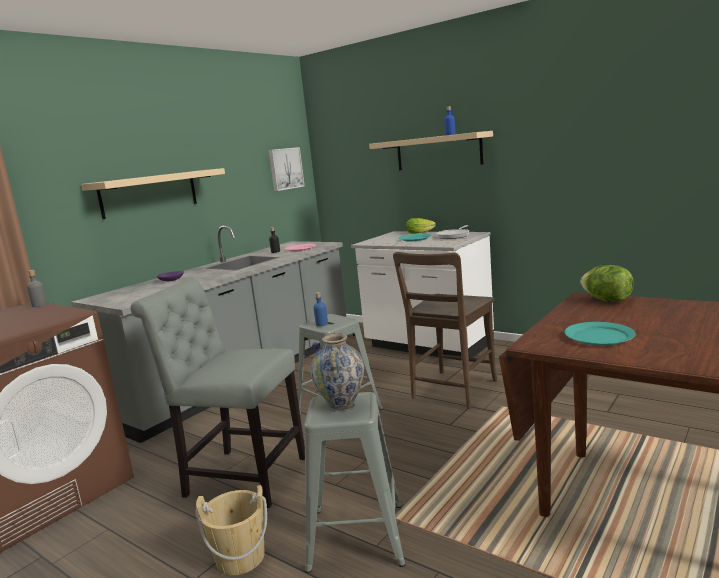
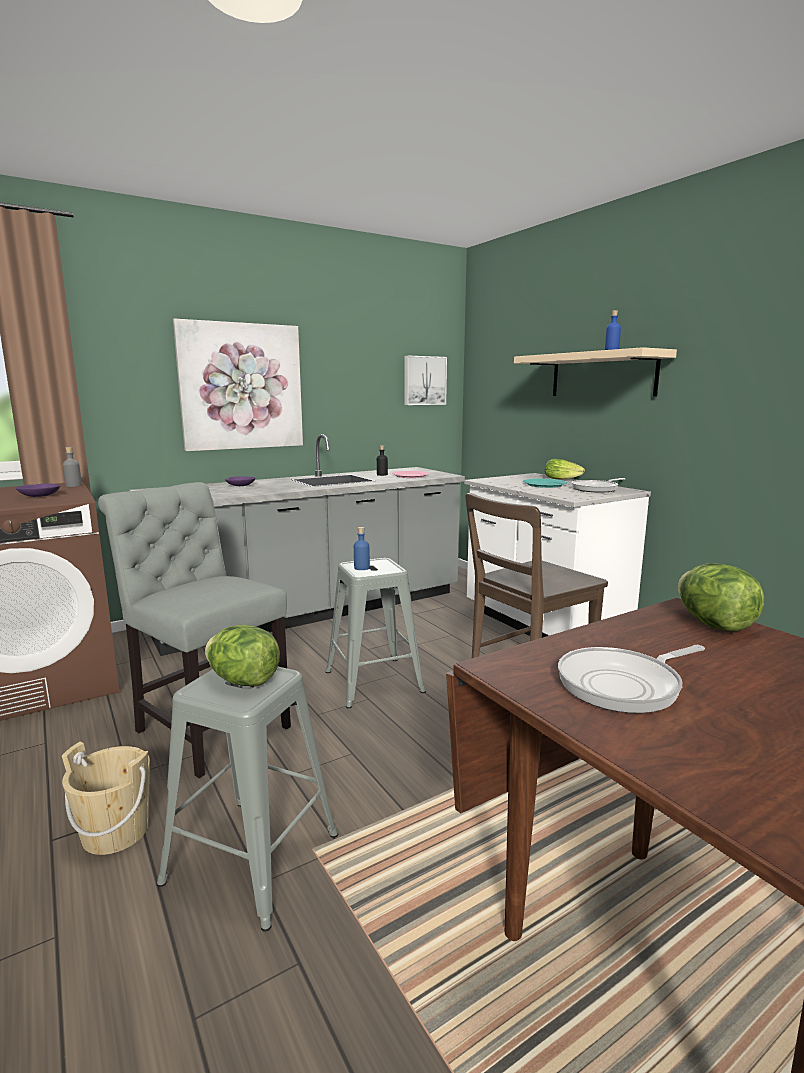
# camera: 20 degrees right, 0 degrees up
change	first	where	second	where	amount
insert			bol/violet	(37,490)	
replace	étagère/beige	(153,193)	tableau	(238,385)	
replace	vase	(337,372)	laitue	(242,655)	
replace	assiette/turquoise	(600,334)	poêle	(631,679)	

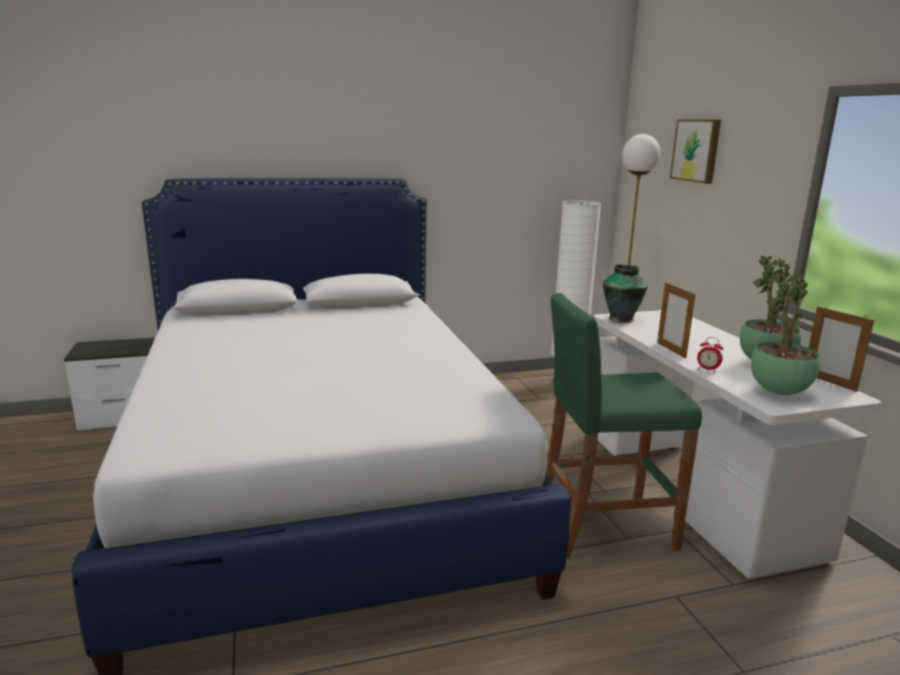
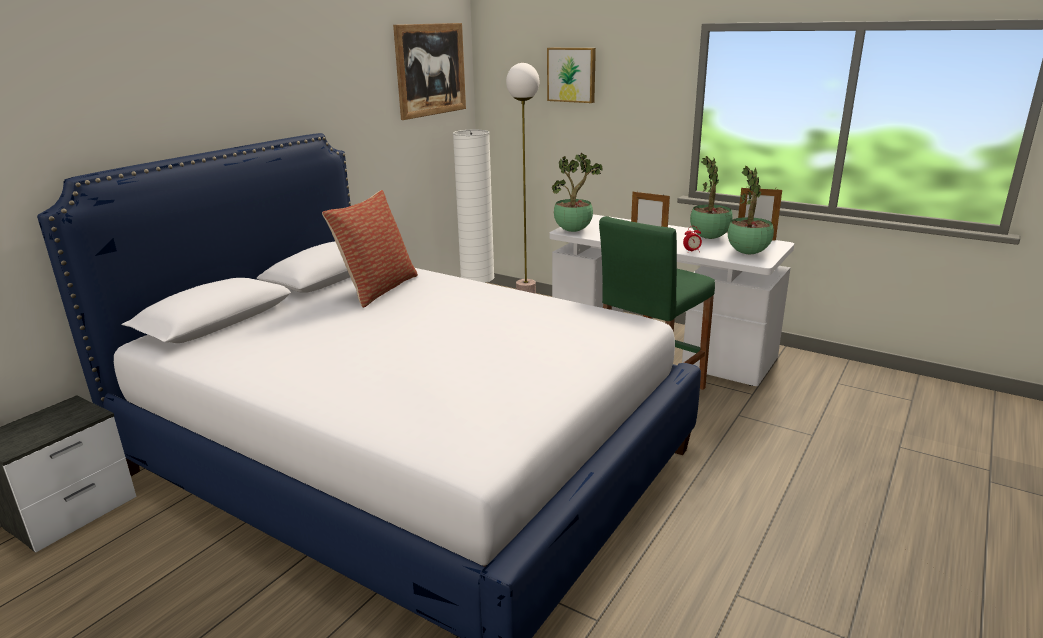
# camera: 40 degrees left, 5 degrees up
change	first	where	second	where	amount
insert			coussin	(370,249)	
insert			tableau	(429,71)	
replace	vase	(625,293)	plante en pot	(577,192)	

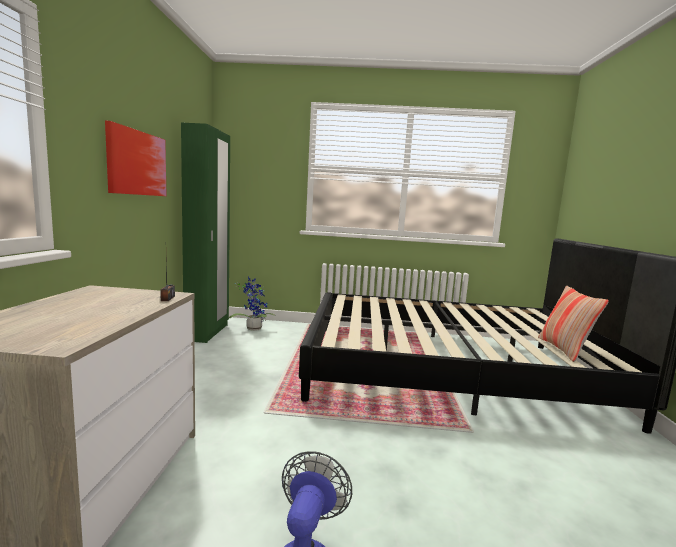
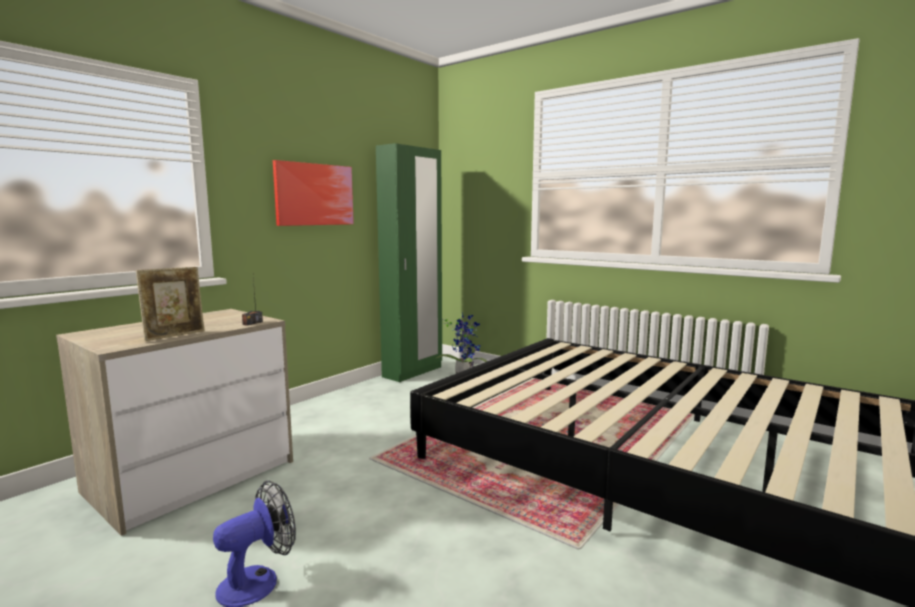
# camera: 35 degrees right, 0 degrees up
change	first	where	second	where	amount
insert			cadre photo	(170,304)	
delete	coussin	(573,324)			

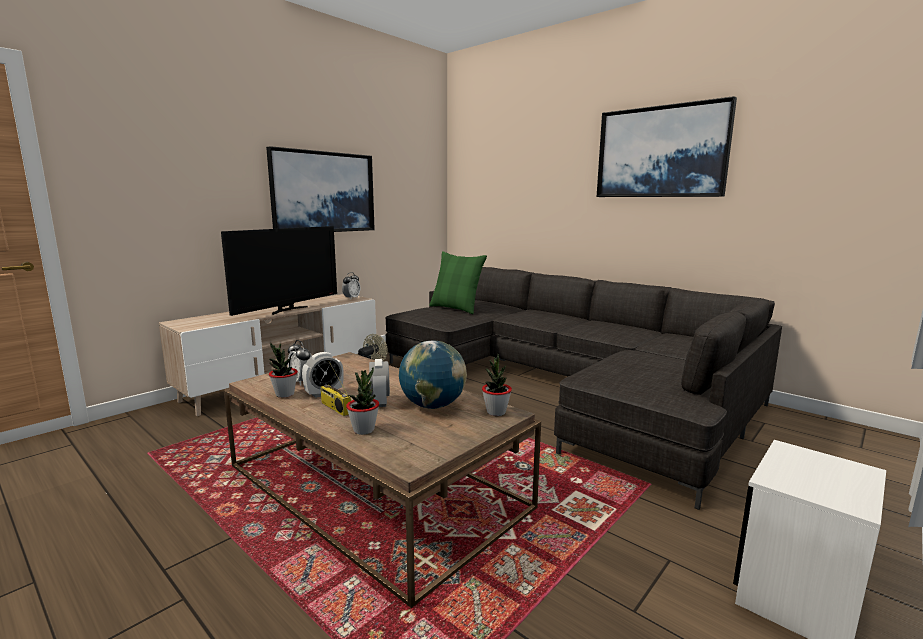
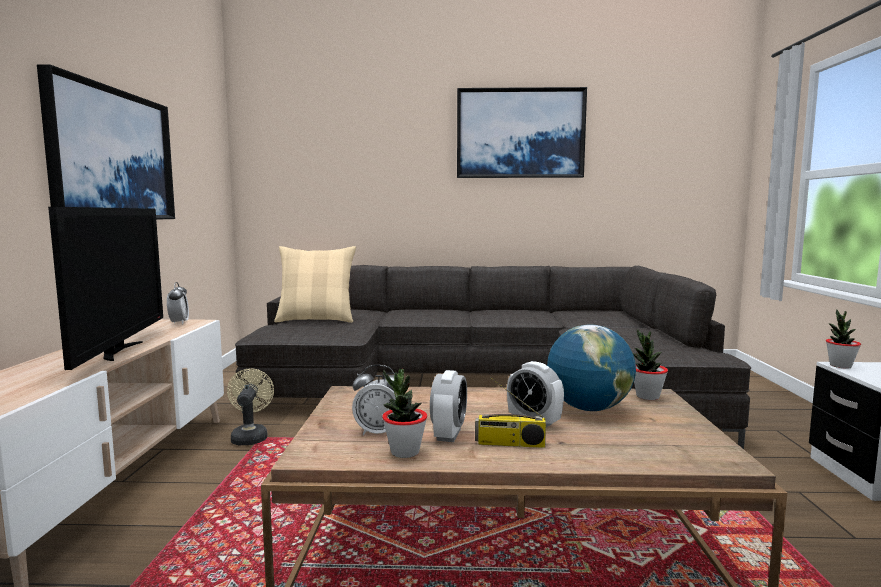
# camera: 40 degrees left, 5 degrees down
change	first	where	second	where	amount
recolor	coussin/vert	(458,282)	coussin/beige	(315,284)	
move	plante en pot	(362,401)		(843,339)	

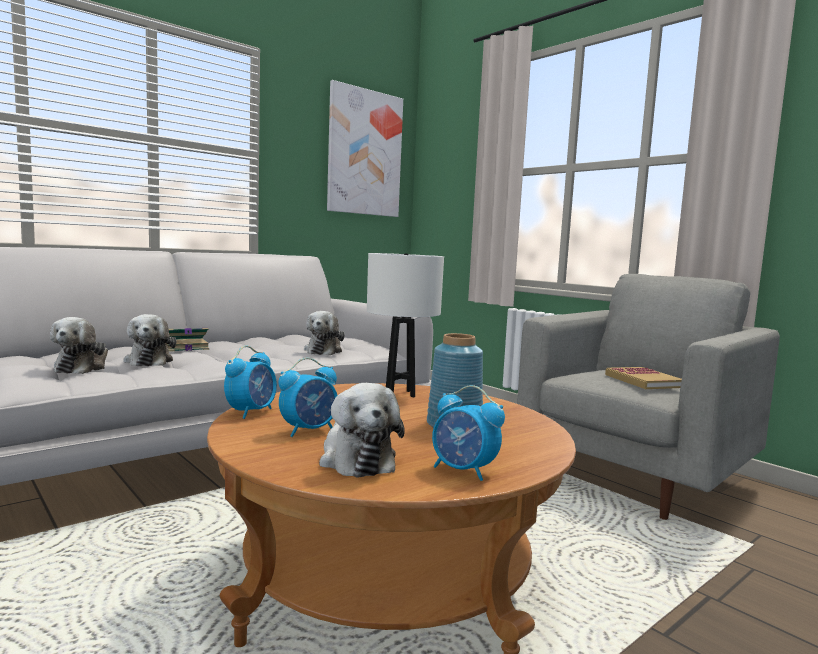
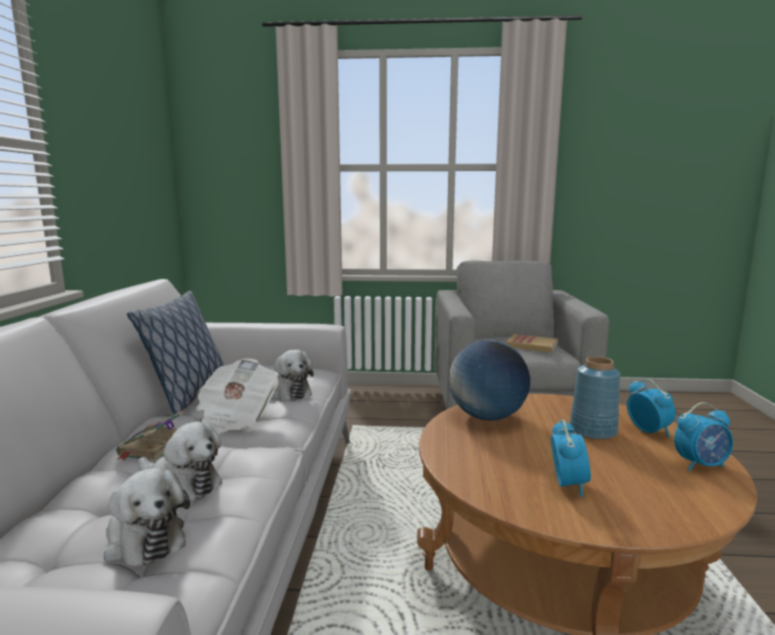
# camera: 45 degrees left, 5 degrees up
change	first	where	second	where	amount
insert			coussin	(175,353)	
insert			journal	(237,396)	
replace	lampe de table/blanc	(405,325)	globe	(489,380)	
move	réveil	(250,382)		(651,408)	
delete	peluche	(361,430)			
delete	tableau	(365,148)			

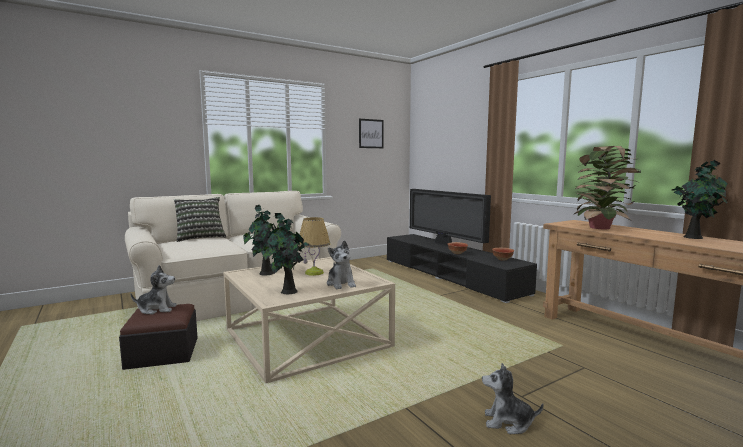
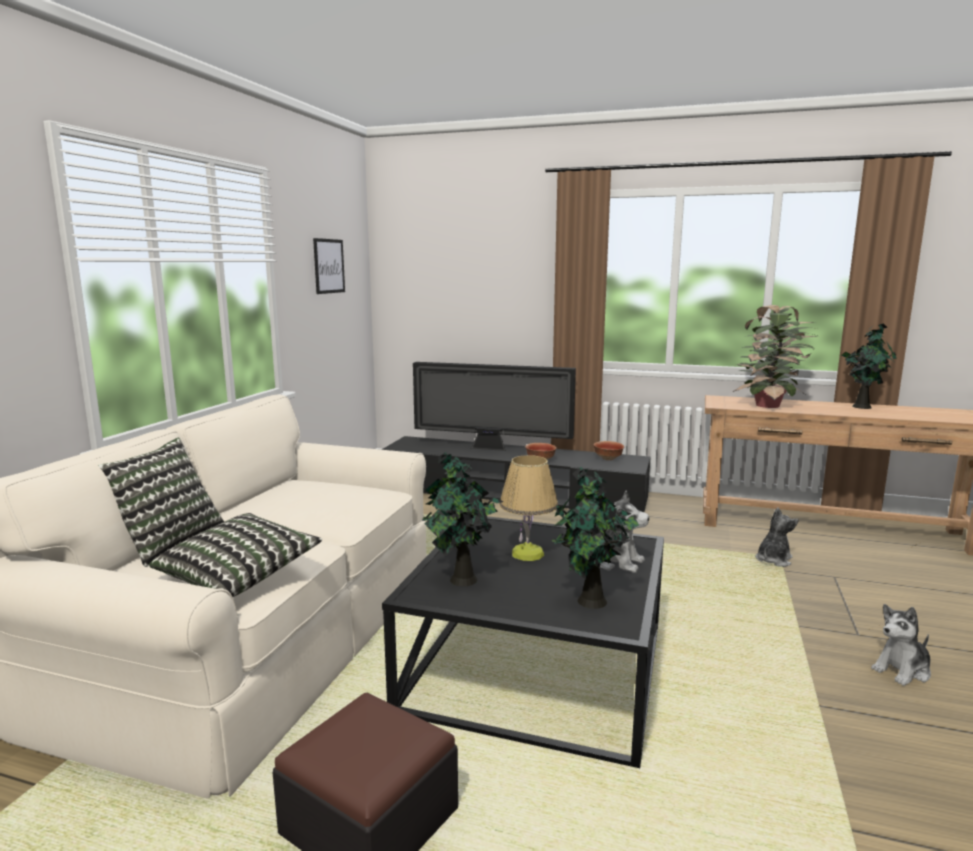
# camera: 40 degrees left, 5 degrees up
change	first	where	second	where	amount
insert			coussin	(235,555)	
recolor	table basse/beige	(309,320)	table basse/noir	(523,642)	
move	peluche	(154,290)		(777,537)	

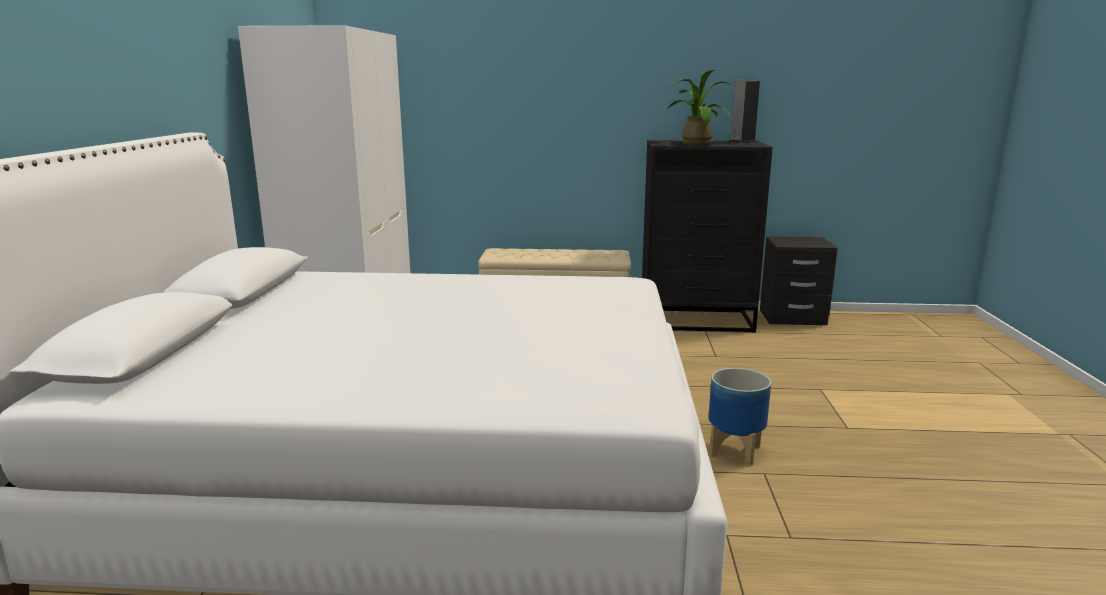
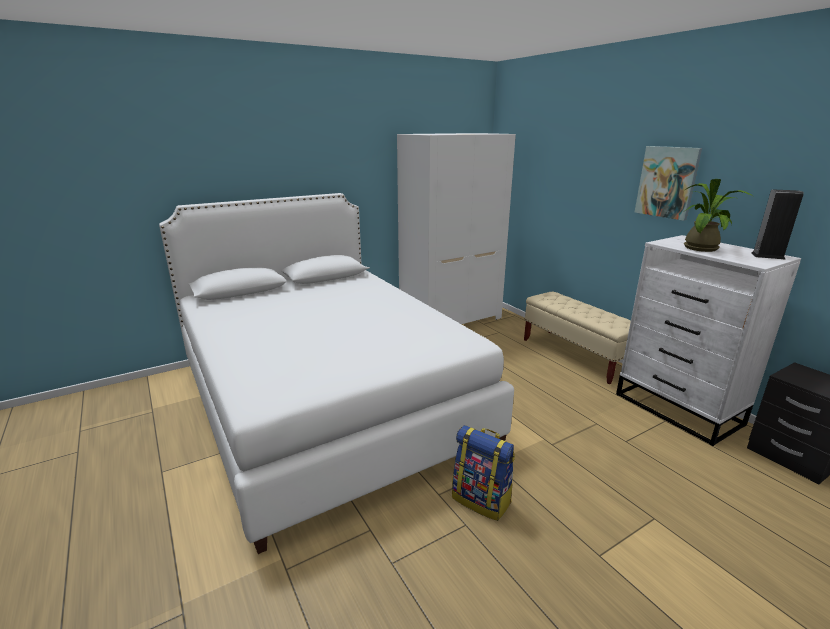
# camera: 55 degrees right, 5 degrees up
change	first	where	second	where	amount
replace	cache-pot	(740,417)	sac à dos	(483,473)	
recolor	commode/noir	(707,236)	commode/blanc	(708,340)	
insert			tableau	(668,183)	

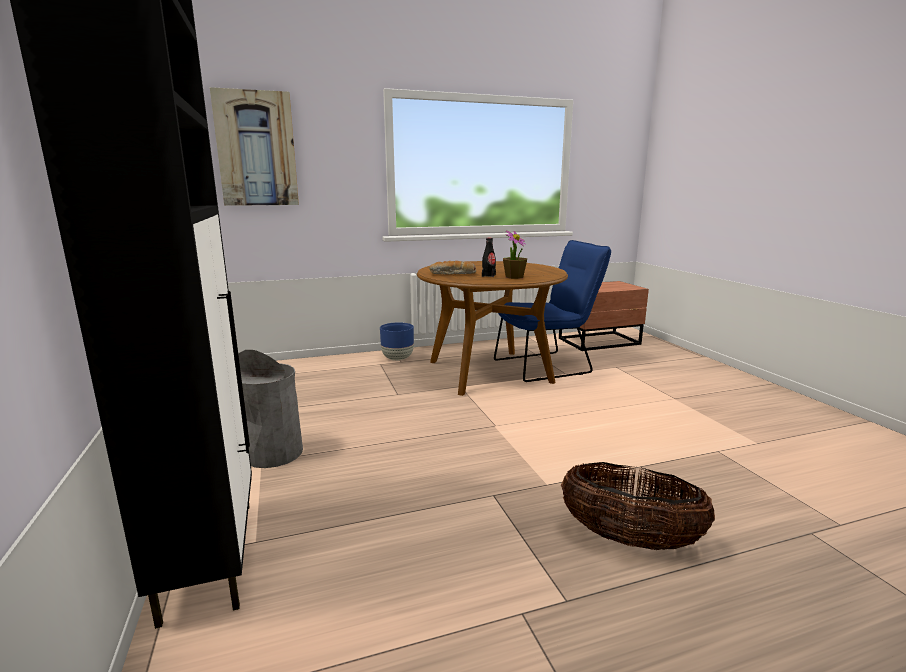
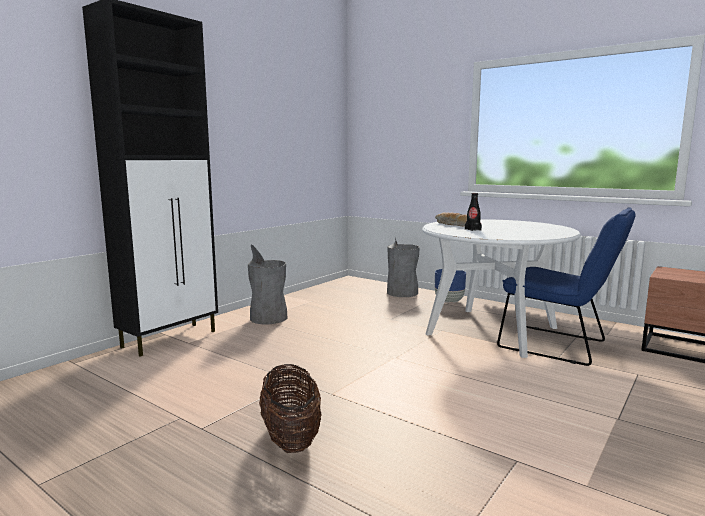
# camera: 55 degrees right, 5 degrees down
change	first	where	second	where	amount
insert			poubelle/gris	(403,267)	
recolor	table à manger/marron	(492,328)	table à manger/blanc	(501,288)	
delete	tableau	(254,146)			
delete	plante en pot	(515,255)			

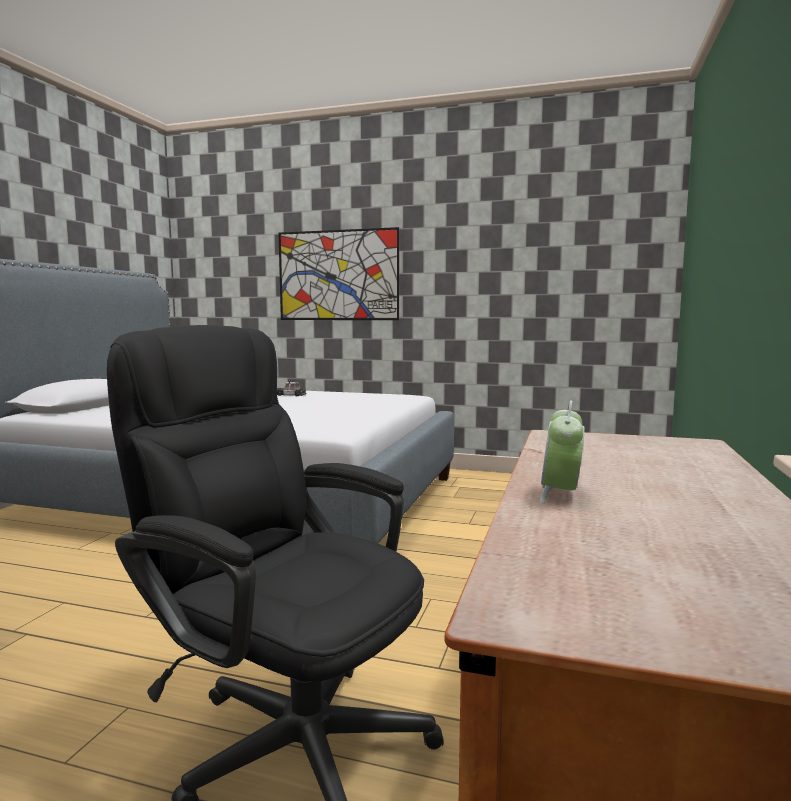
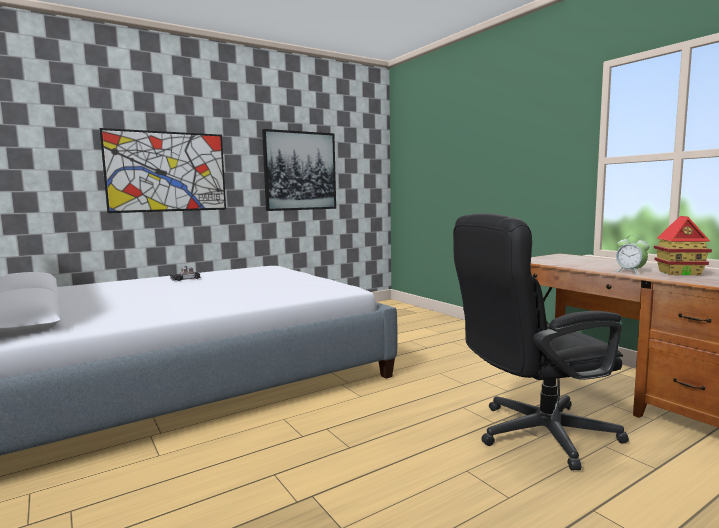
# camera: 50 degrees left, 0 degrees up
change	first	where	second	where	amount
insert			tableau	(299,170)	
insert			maison miniature	(683,245)	

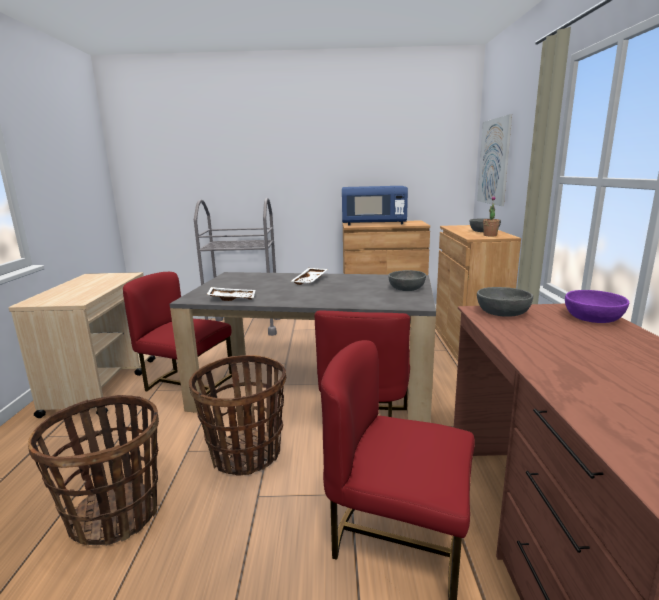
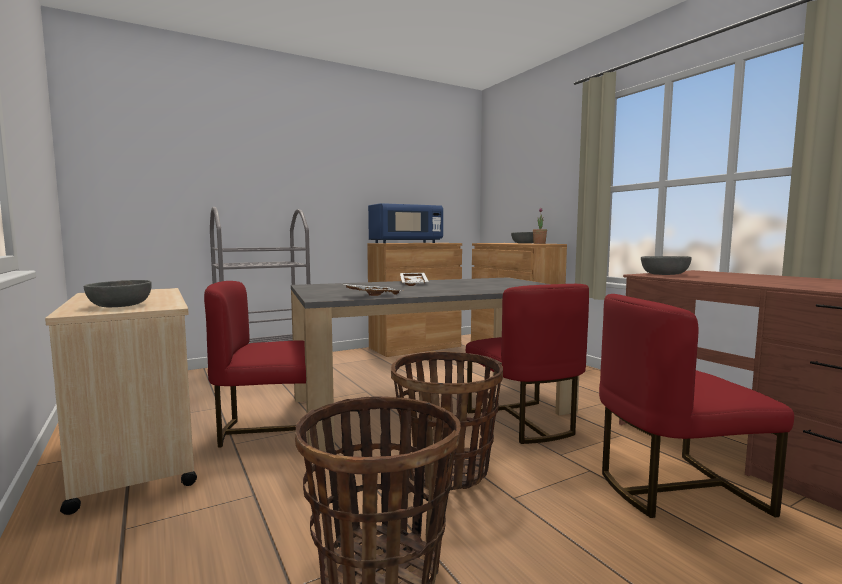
# camera: 30 degrees left, 10 degrees down
change	first	where	second	where	amount
move	bol/gris	(407,280)		(118,293)	
delete	tableau	(494,160)			
delete	bol/violet	(597,306)			

